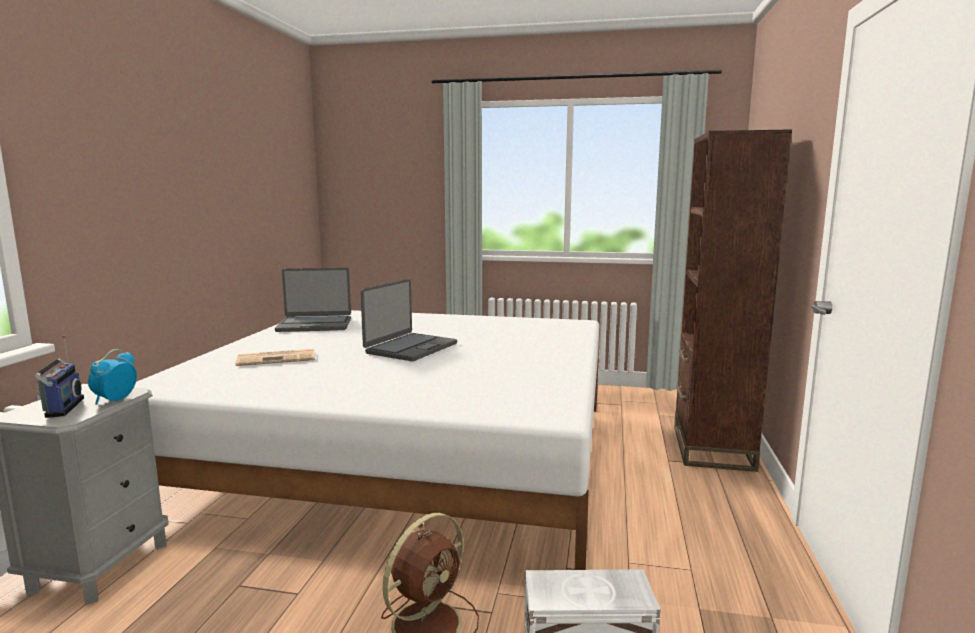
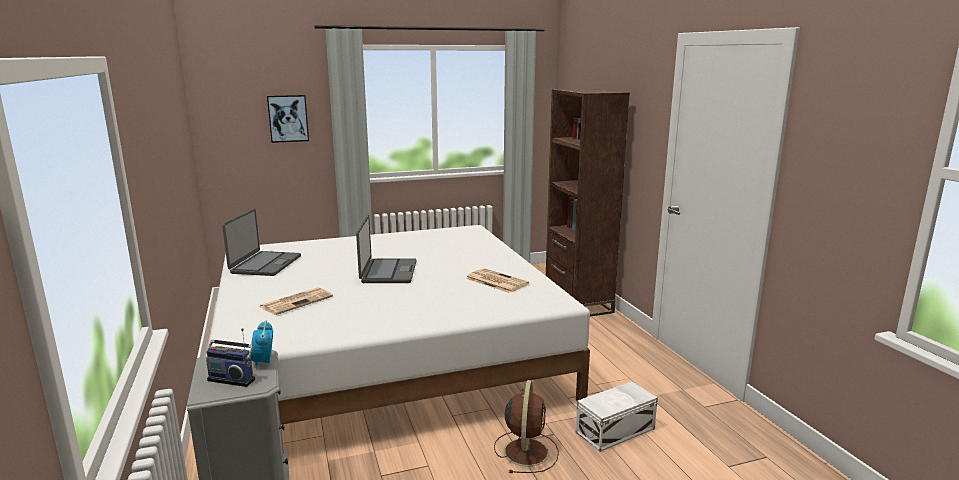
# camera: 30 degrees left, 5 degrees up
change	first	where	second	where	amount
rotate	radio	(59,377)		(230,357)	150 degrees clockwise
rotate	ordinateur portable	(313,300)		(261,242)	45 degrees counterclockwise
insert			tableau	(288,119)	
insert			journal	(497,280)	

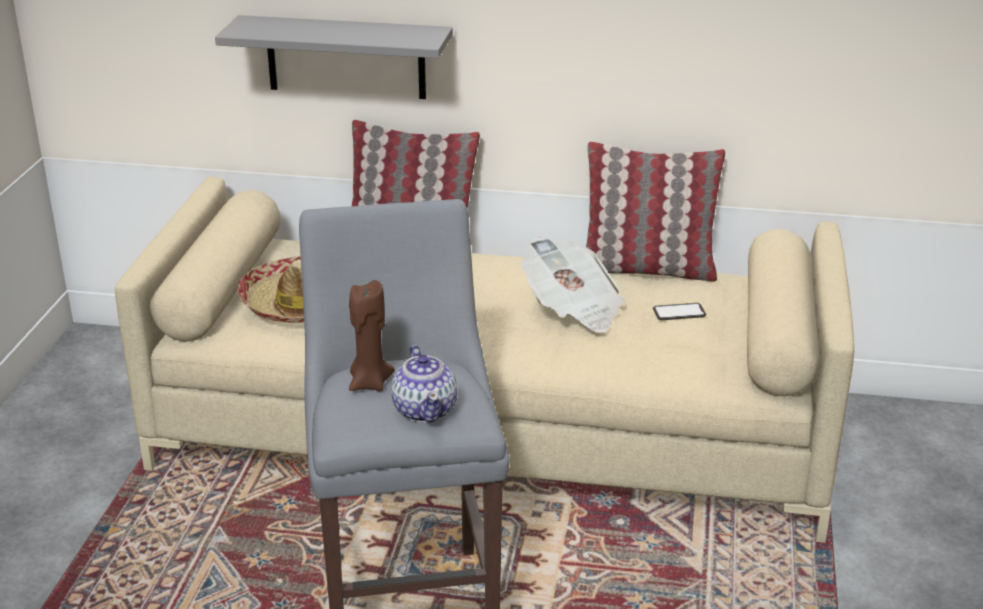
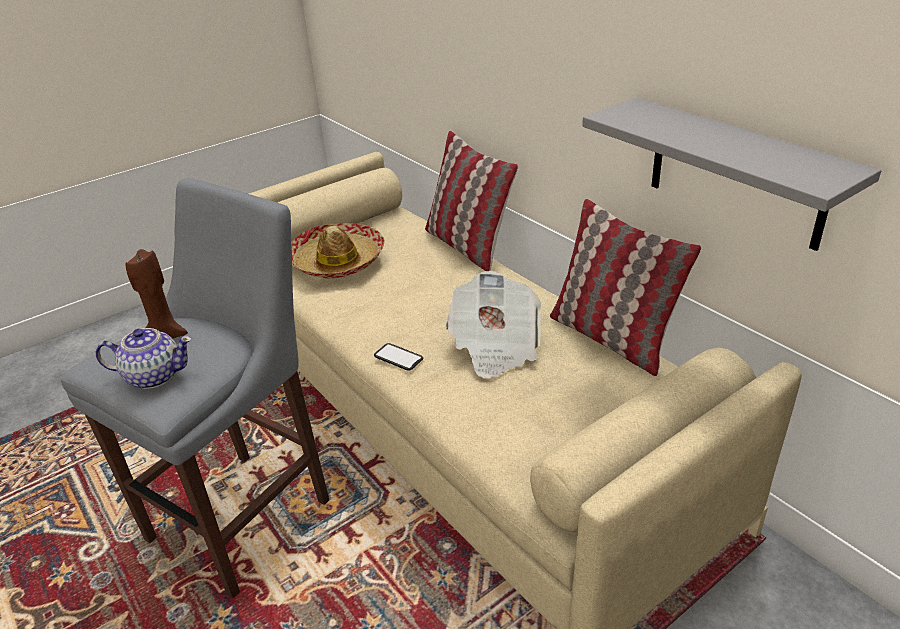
# camera: 45 degrees right, 5 degrees up
change	first	where	second	where	amount
rotate	théière	(424,384)		(144,358)	120 degrees counterclockwise
move	téléphone	(679,311)		(398,357)	
move	étagère/gris	(334,57)		(731,174)	

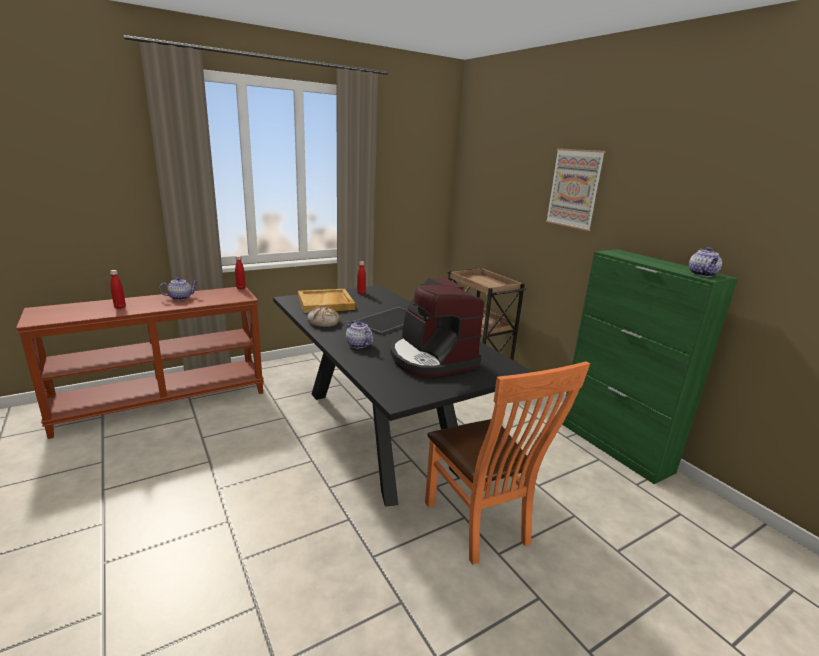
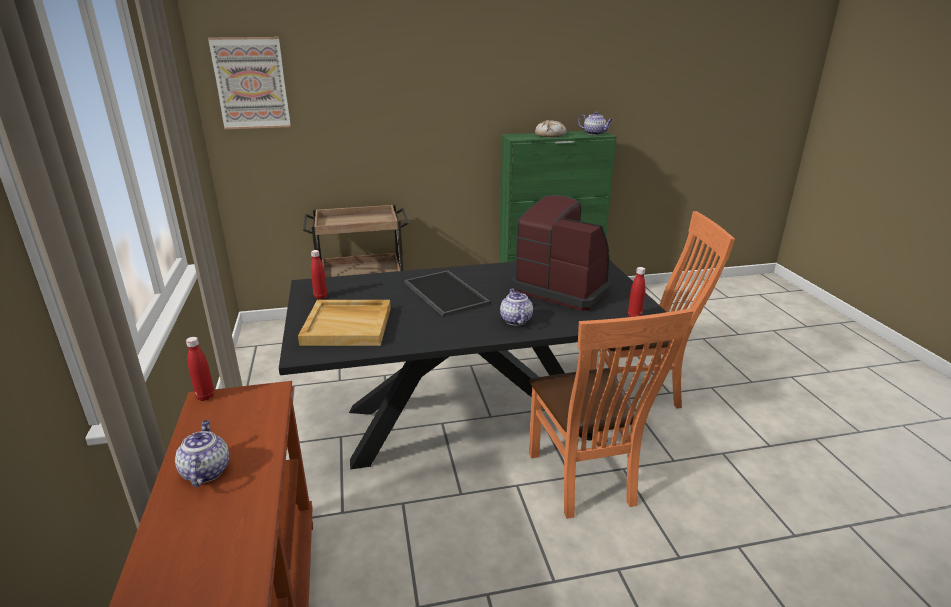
# camera: 70 degrees left, 5 degrees up
change	first	where	second	where	amount
move	tableau	(576,189)		(249,83)	
rotate	théière	(359,334)		(516,307)	105 degrees clockwise
rotate	machine à café	(437,327)		(561,253)	135 degrees counterclockwise
insert			chaise/orange	(611,413)	
move	pain	(323,316)		(551,128)	
move	bouteille/rouge	(118,289)		(637,292)	

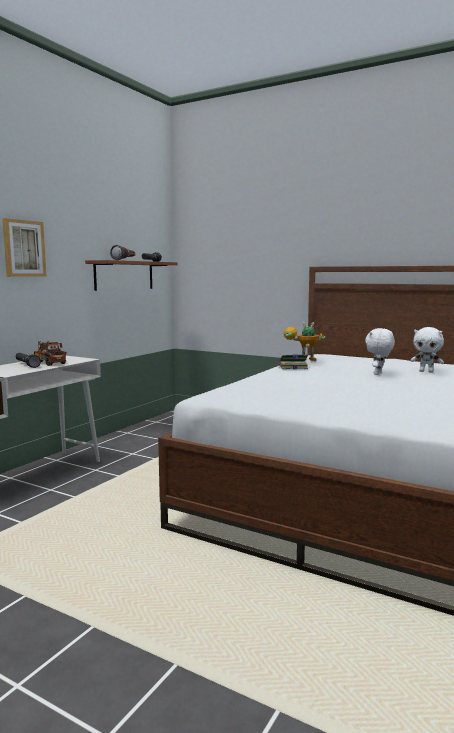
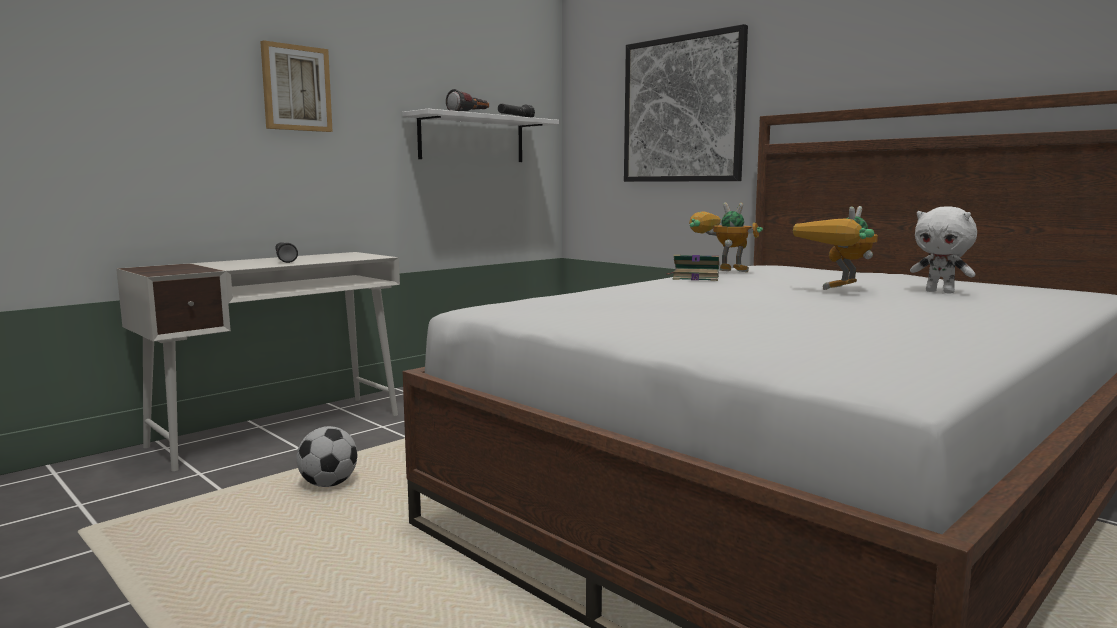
# camera: 15 degrees right, 0 degrees up
change	first	where	second	where	amount
insert			ballon de foot	(326,456)	
recolor	étagère/marron	(131,275)	étagère/blanc	(480,135)	
insert			tableau	(686,103)	
replace	peluche/blanc	(380,351)	robot jouet	(835,248)	
delete	camion jouet	(50,353)			

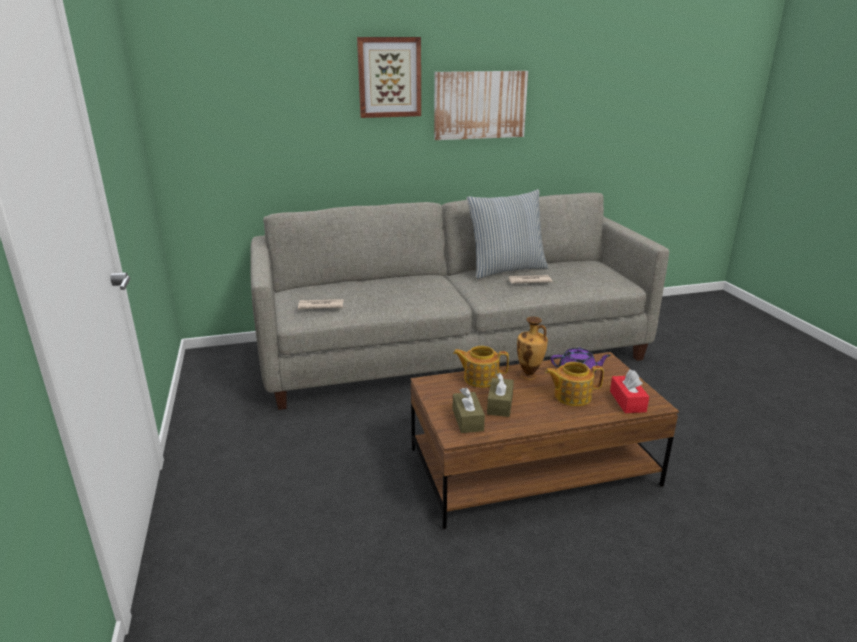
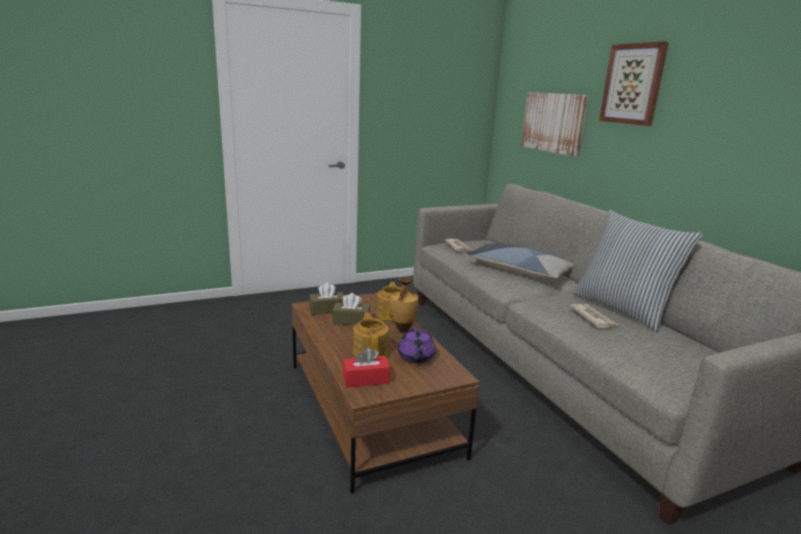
# camera: 80 degrees right, 5 degrees down
change	first	where	second	where	amount
insert			coussin	(520,260)	
move	tableau	(481,105)		(555,124)	

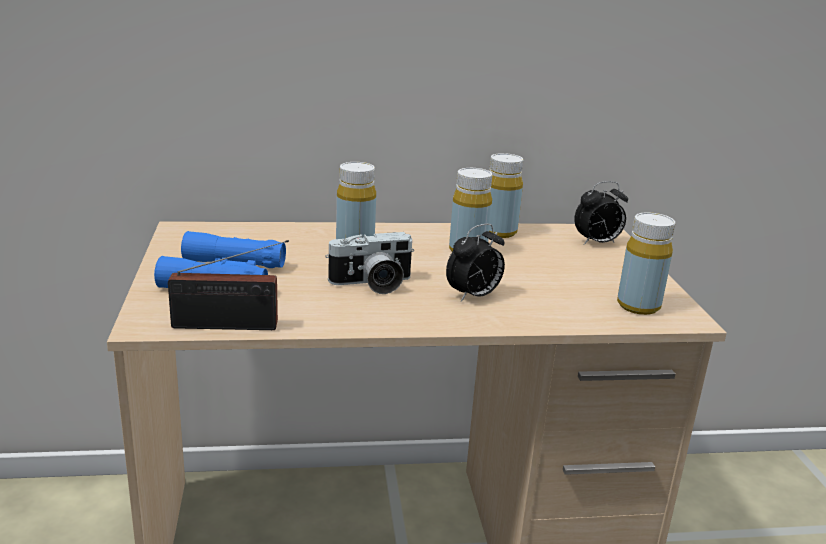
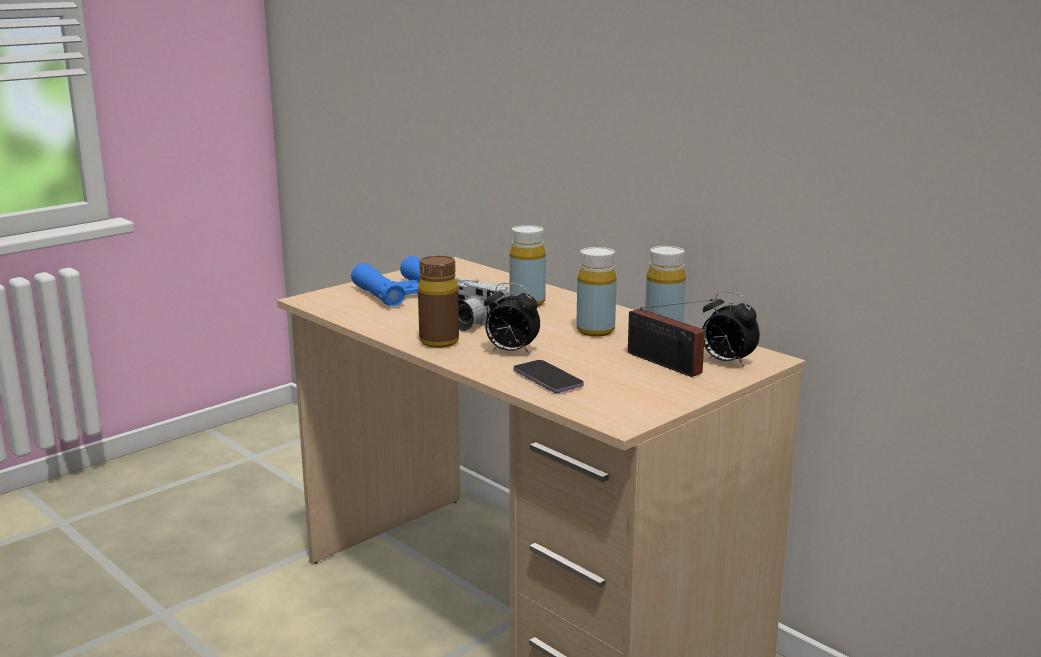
# camera: 55 degrees right, 5 degrees down
change	first	where	second	where	amount
insert			bouteille/marron	(438,302)	
insert			téléphone	(548,376)	
move	radio	(228,285)		(670,338)	
delete	bouteille/jaune	(646,263)			

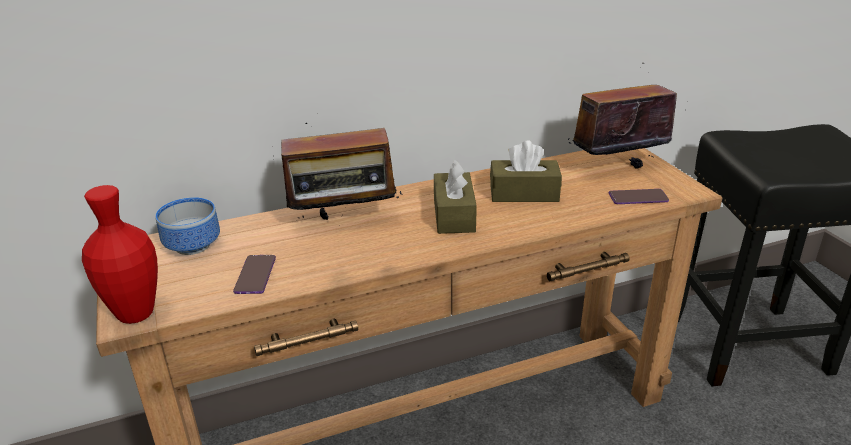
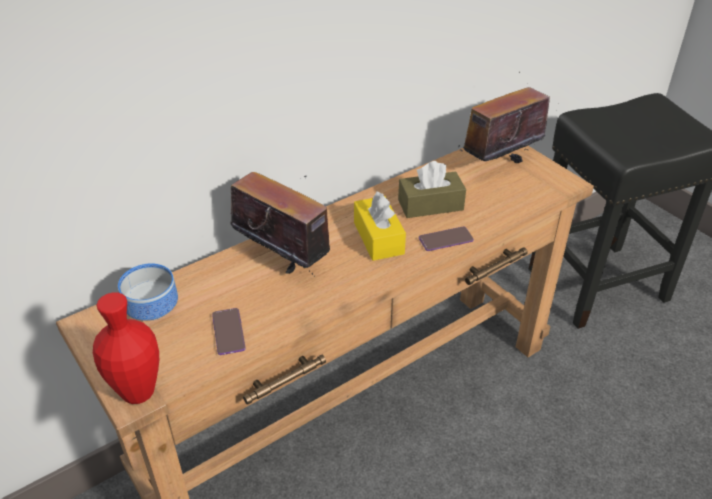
# camera: 15 degrees left, 10 degrees up
change	first	where	second	where	amount
rotate	radio	(341,167)		(280,224)	120 degrees counterclockwise
recolor	boîte à mouchoirs/marron	(455,197)	boîte à mouchoirs/jaune	(380,226)	
move	téléphone	(639,196)		(446,238)	

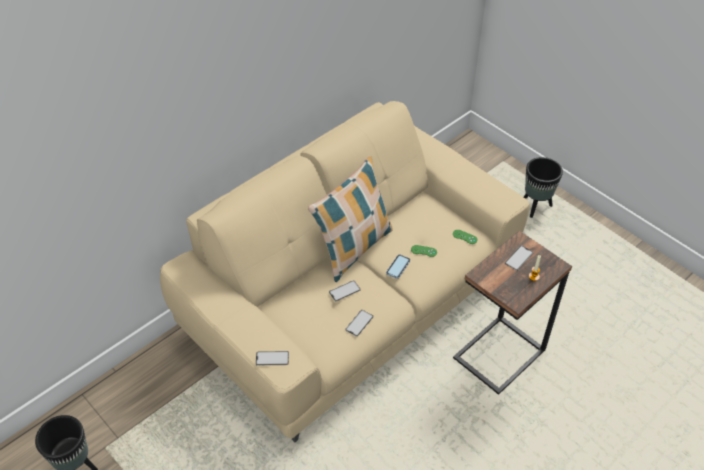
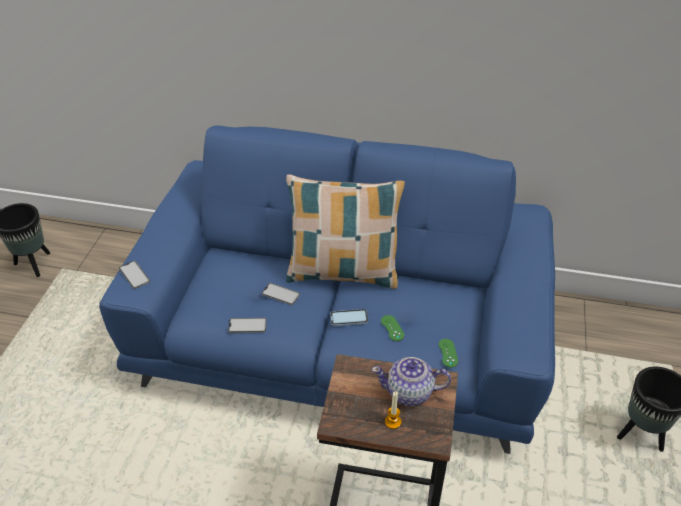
# camera: 55 degrees right, 5 degrees down
change	first	where	second	where	amount
recolor	canapé/beige	(345,271)	canapé/bleu	(327,289)	
replace	téléphone	(519,258)	théière	(411,381)	

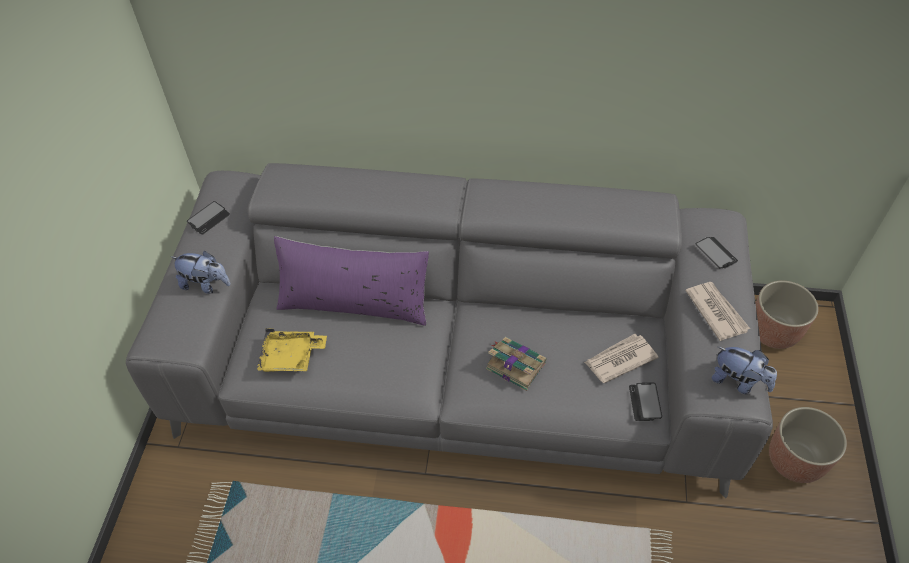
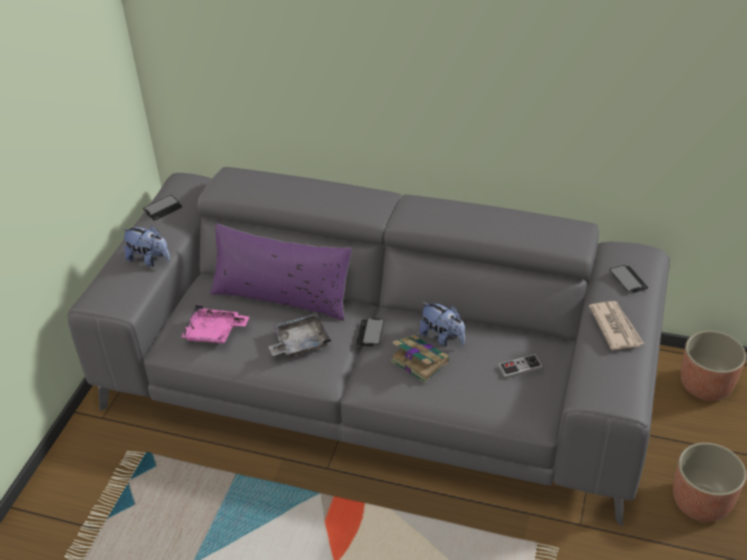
# camera: 10 degrees right, 10 degrees down
change	first	where	second	where	amount
recolor	plateau/jaune	(292,350)	plateau/rose	(215,324)	
insert			plateau/gris	(299,335)	
move	téléphone	(645,401)		(370,332)	
move	peluche	(744,370)		(442,324)	
replace	journal	(621,358)	manette	(520,366)	

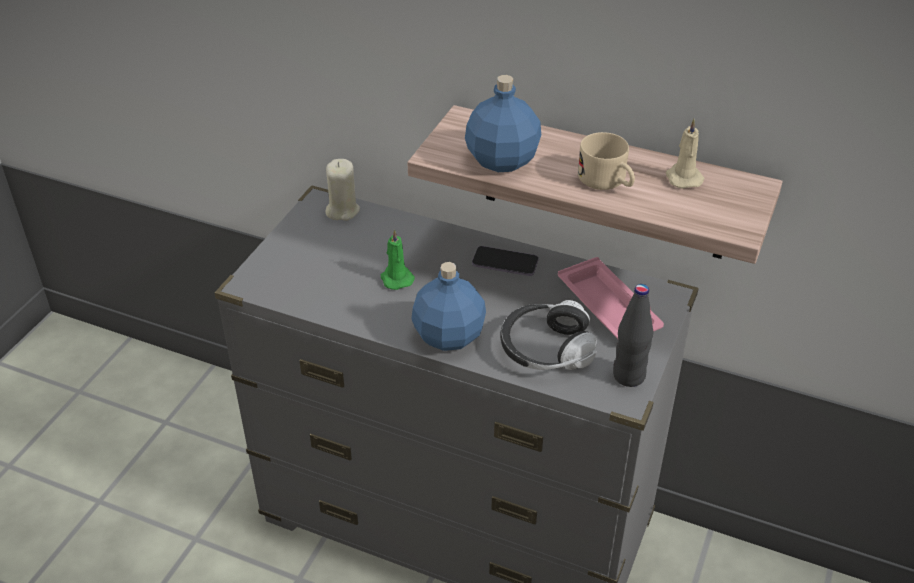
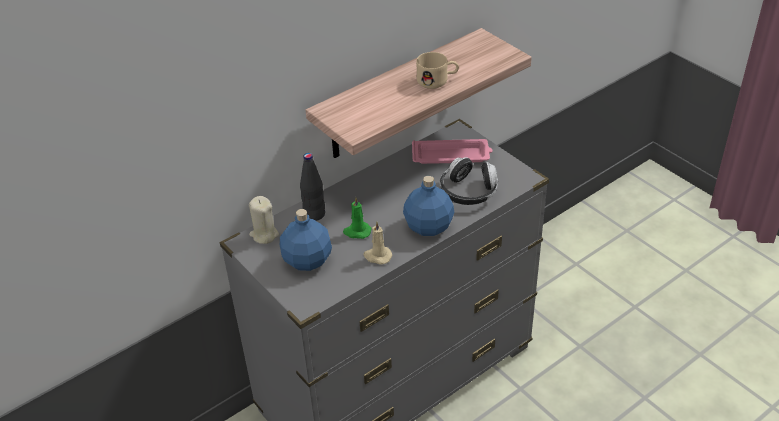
# camera: 60 degrees left, 0 degrees up
change	first	where	second	where	amount
move	bouteille/bleu	(503,123)		(306,240)	
move	bouteille/noir	(633,335)		(312,187)	
move	bougie/beige	(685,154)		(378,243)	
delete	téléphone	(505,261)			

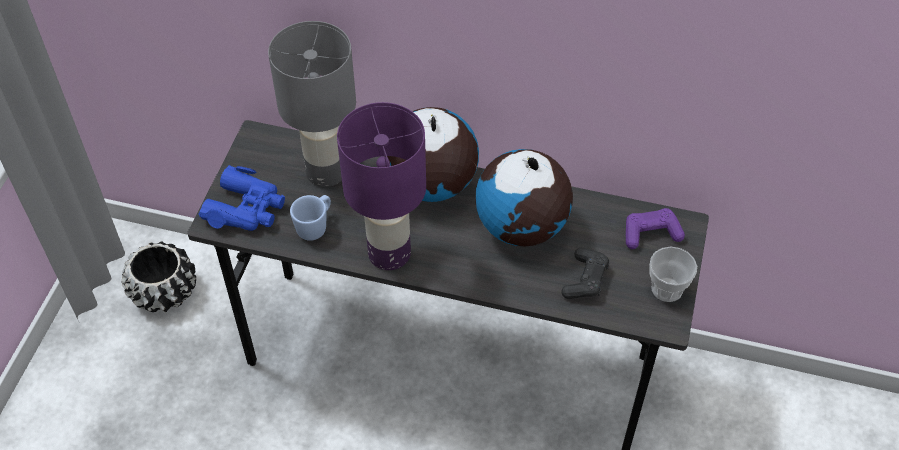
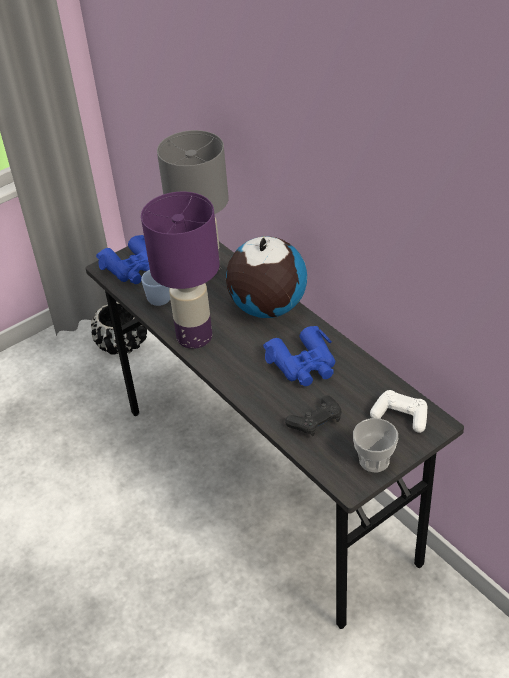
# camera: 40 degrees right, 10 degrees down
change	first	where	second	where	amount
replace	globe	(524,197)	jumelles/bleu	(299,356)	
recolor	manette/violet	(655,228)	manette/blanc	(398,411)	

